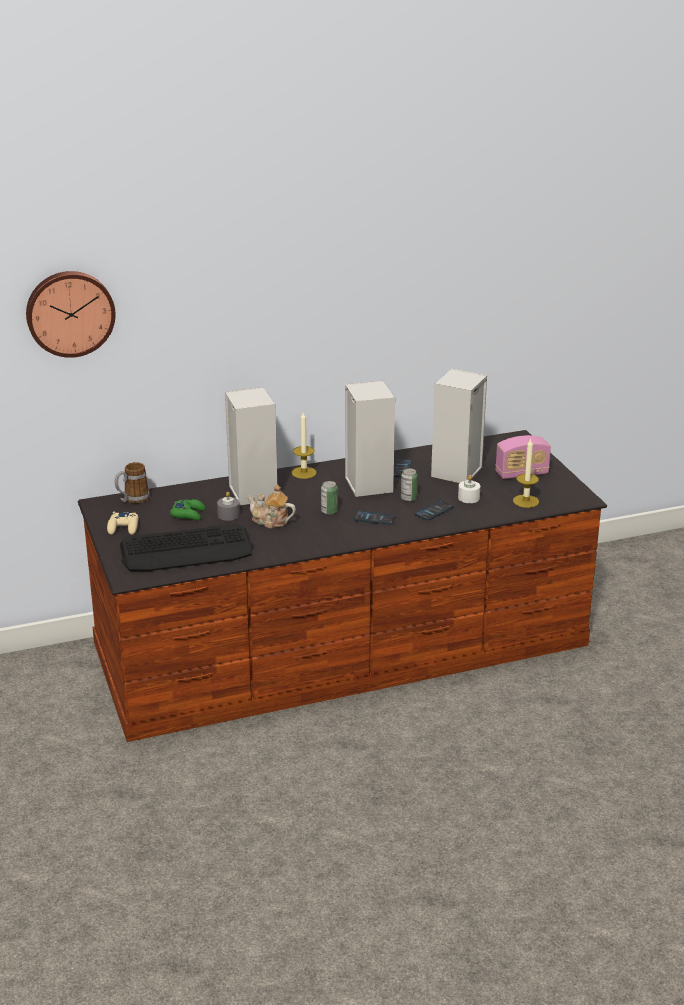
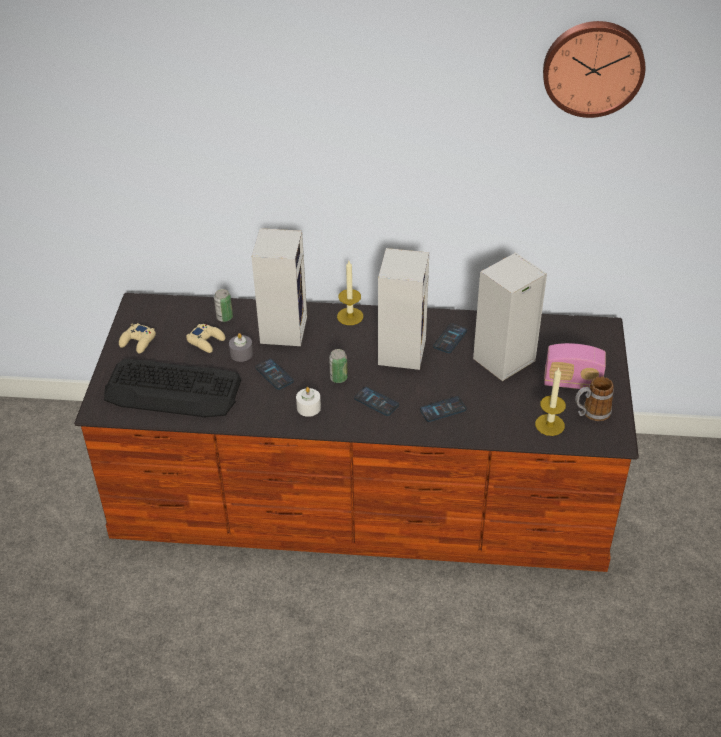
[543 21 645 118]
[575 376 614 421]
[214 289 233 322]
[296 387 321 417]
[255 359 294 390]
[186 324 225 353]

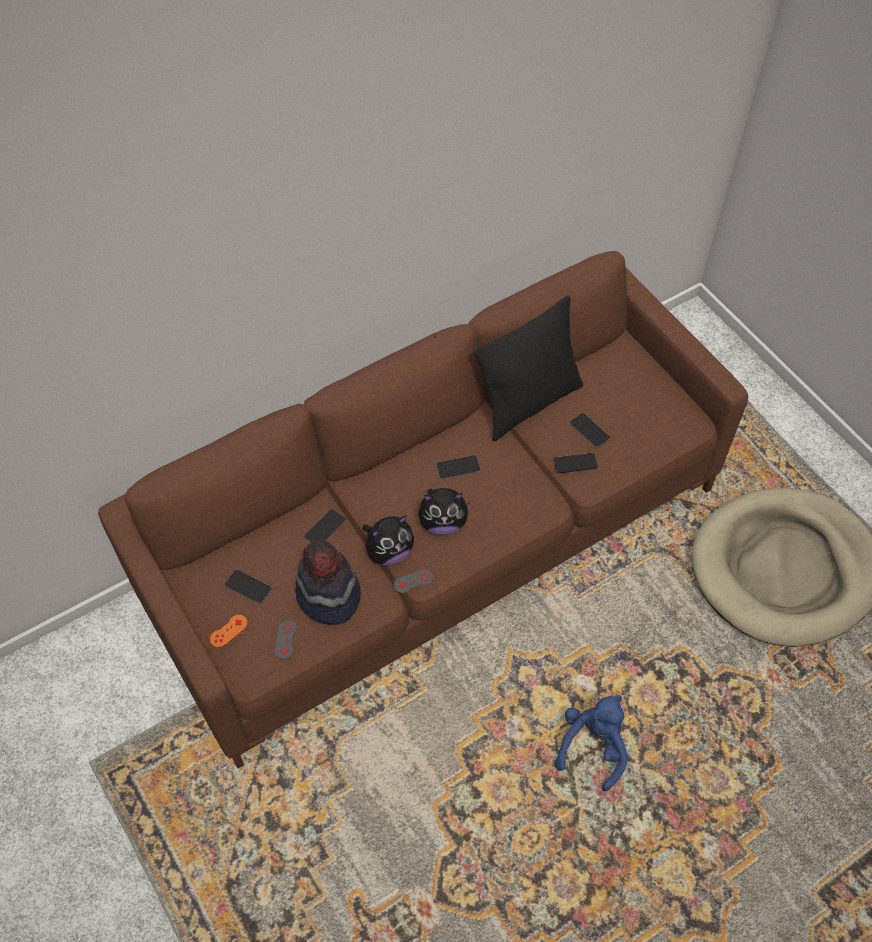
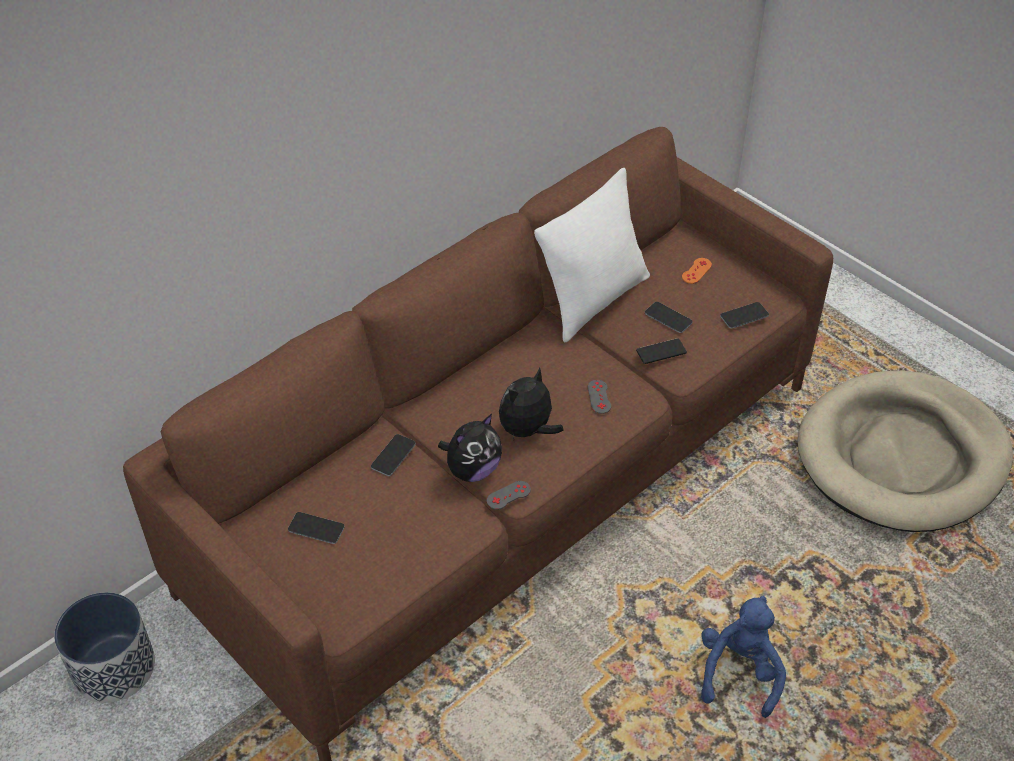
[534 168 650 342]
[720 302 769 329]
[499 368 564 443]
[295 540 361 625] (first image)
[682 258 712 284]
[588 380 611 414]
[54 592 155 703]

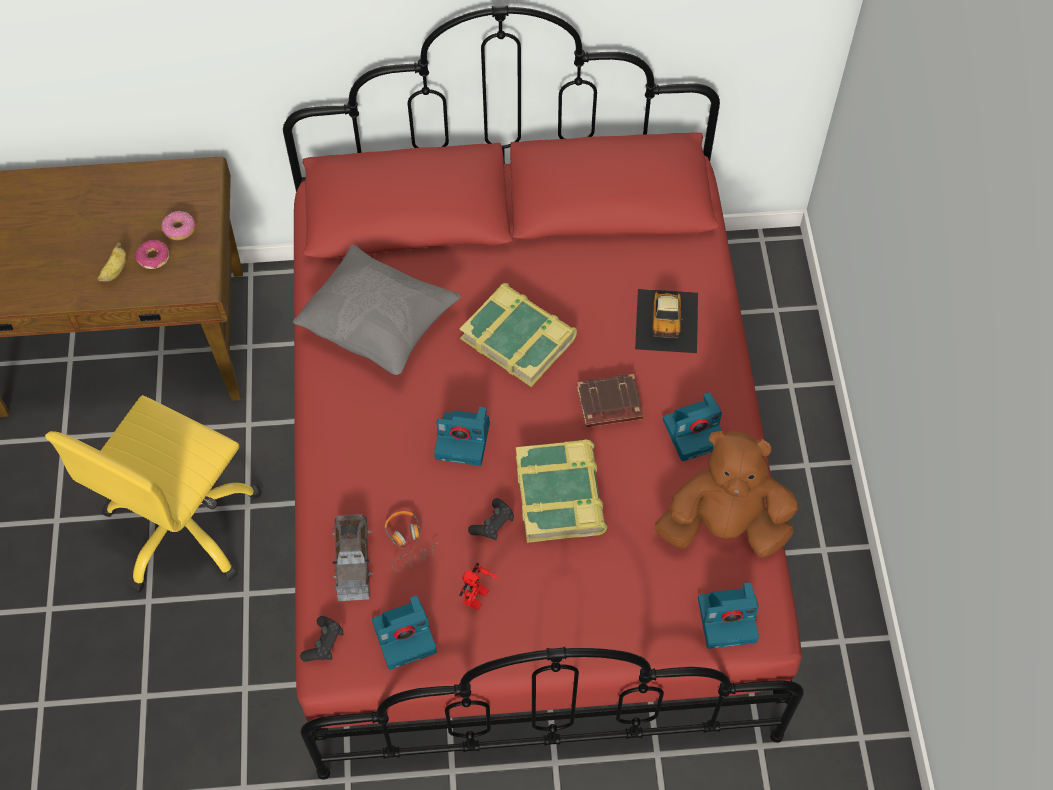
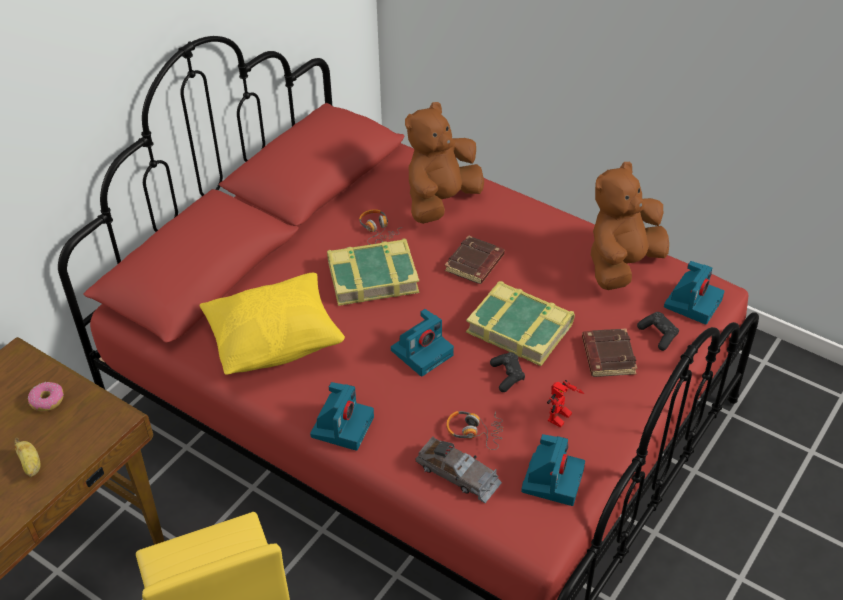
[136 240 169 269] (first image)
[199 272 345 375]
[405 102 484 224]
[310 382 374 451]
[547 380 584 428]
[637 312 679 351]
[359 209 402 245]
[582 328 638 377]

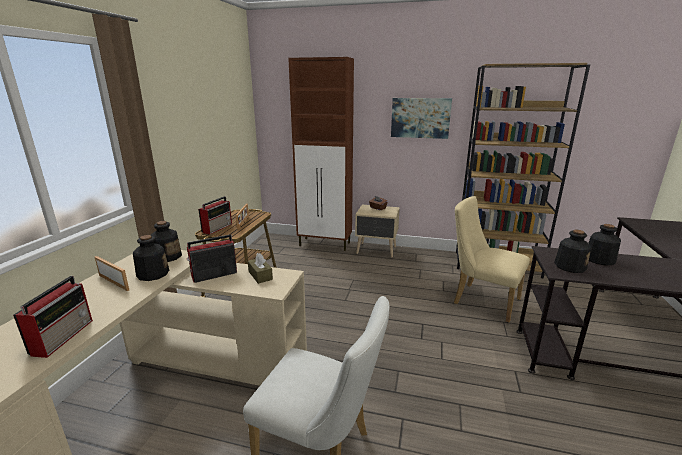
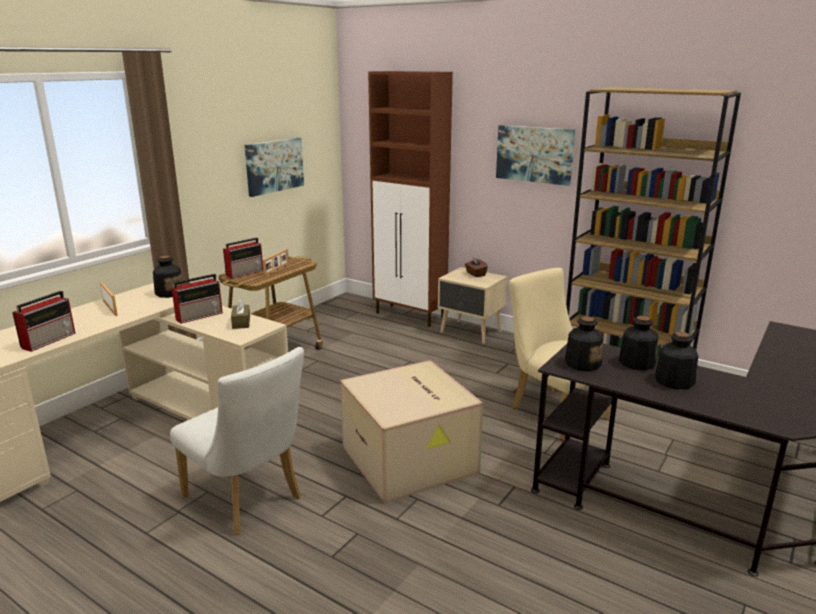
[171 274 223 324]
[655 332 698 390]
[245 138 304 197]
[340 360 483 503]

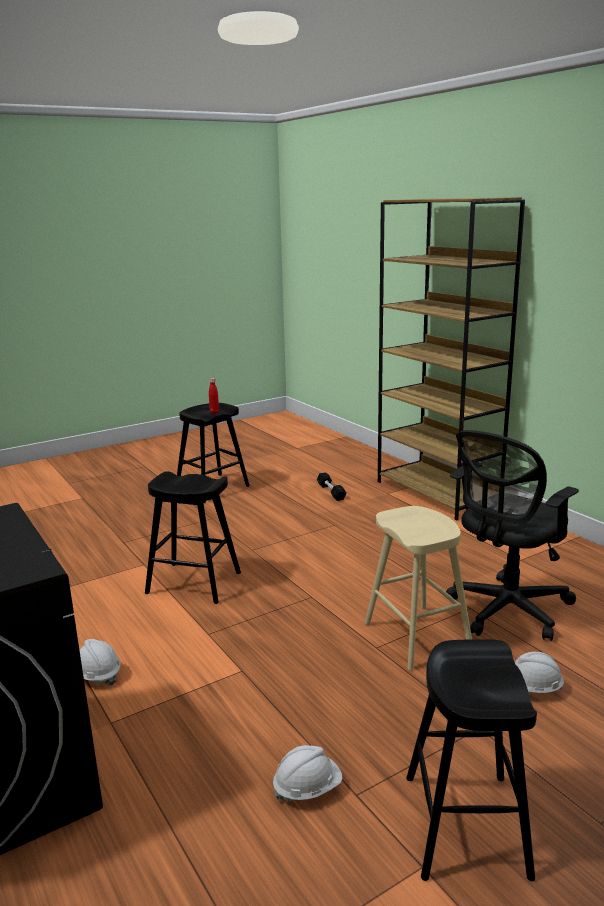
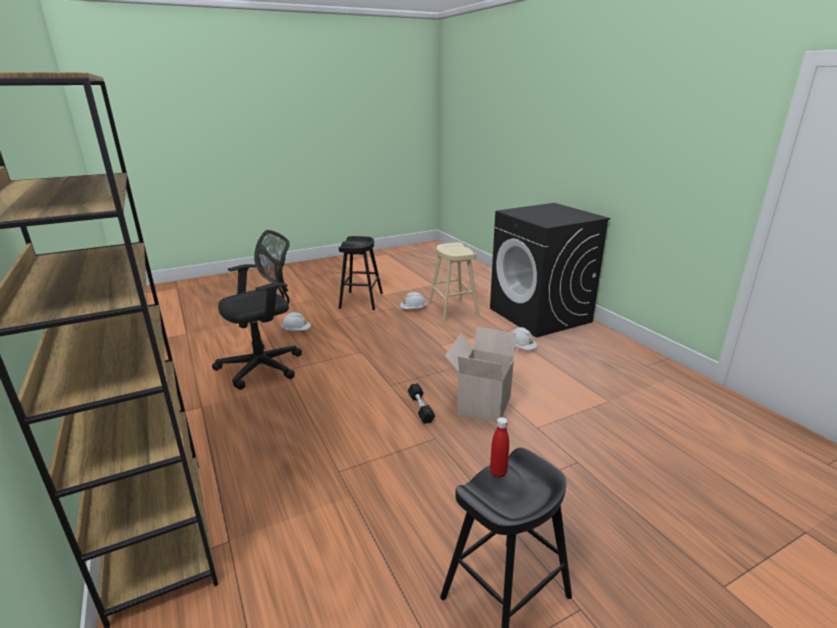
[445 327 522 423]
[408 383 435 424]
[428 242 479 322]

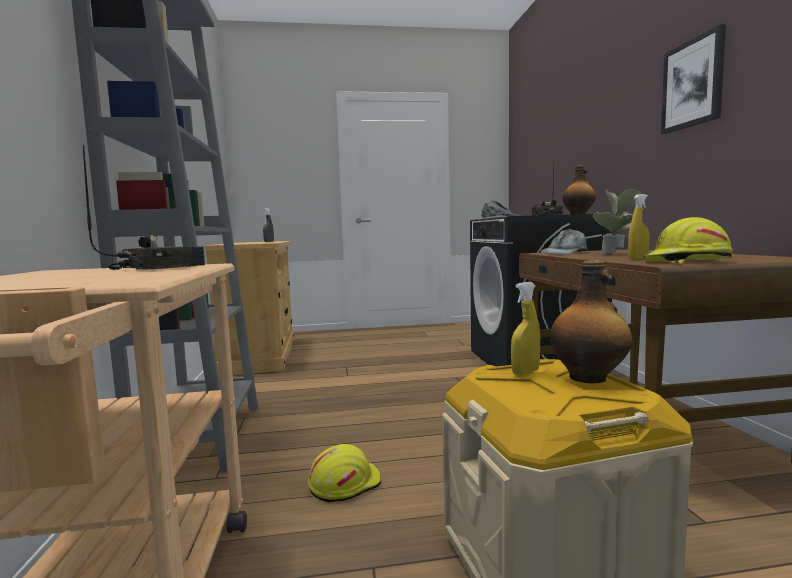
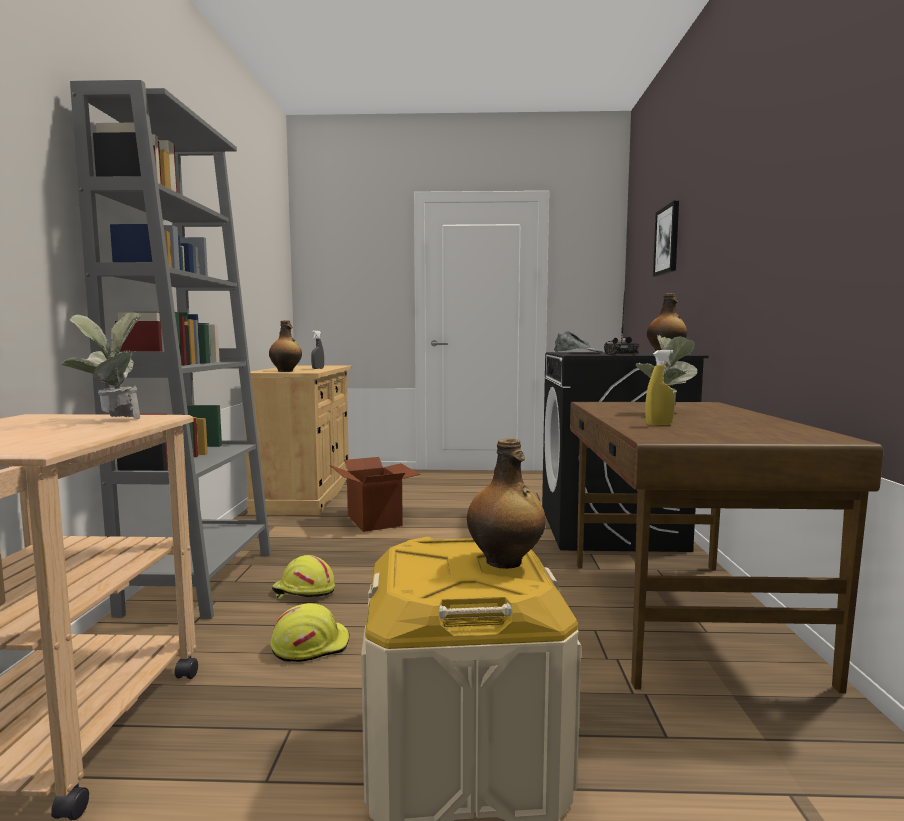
[653 200 679 277]
[61 312 141 419]
[272 555 335 599]
[541 229 587 255] (first image)
[511 282 540 376] (first image)
[269 320 302 372]
[330 457 420 532]

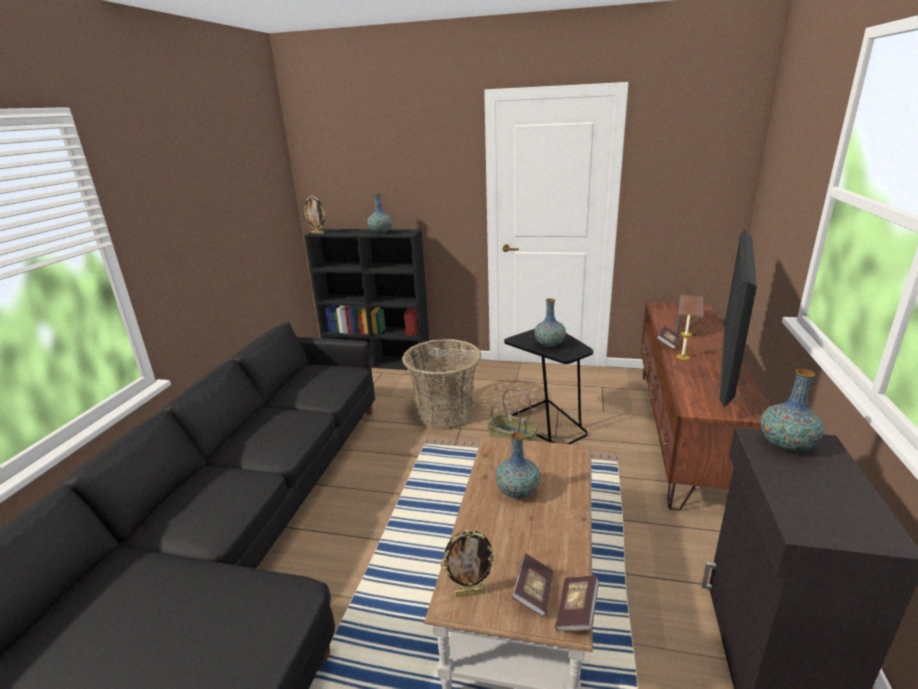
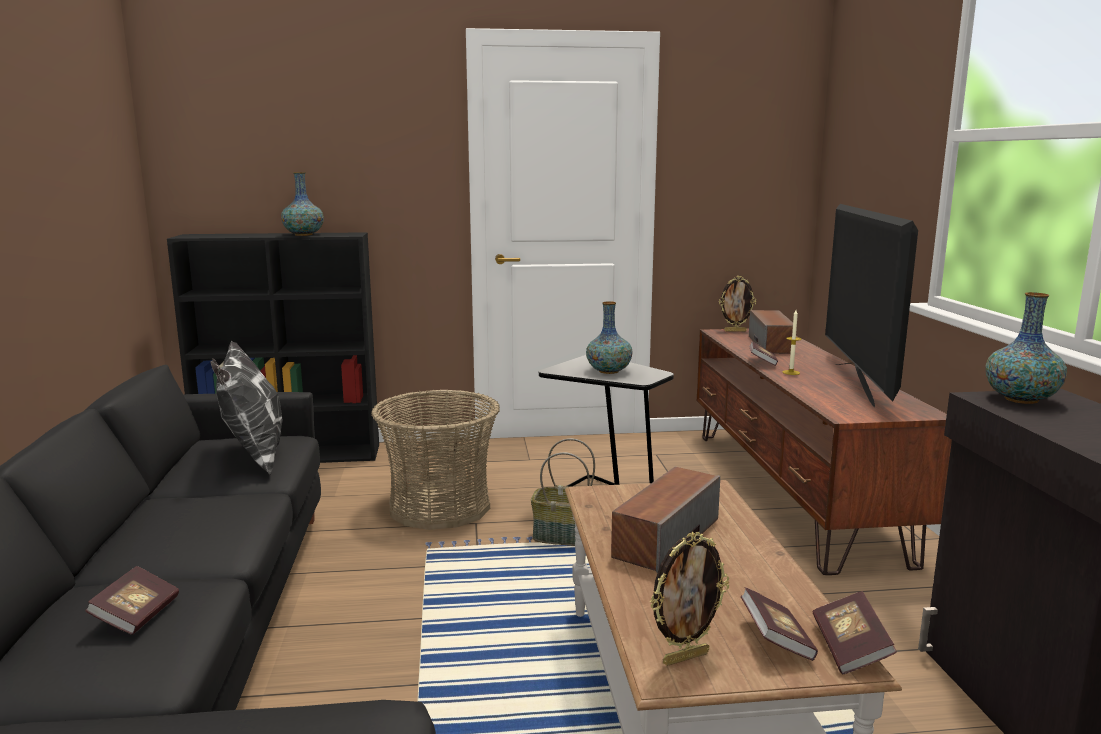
[719 276 756 332]
[611 467 720 573]
[210 341 283 476]
[85 566 179 635]

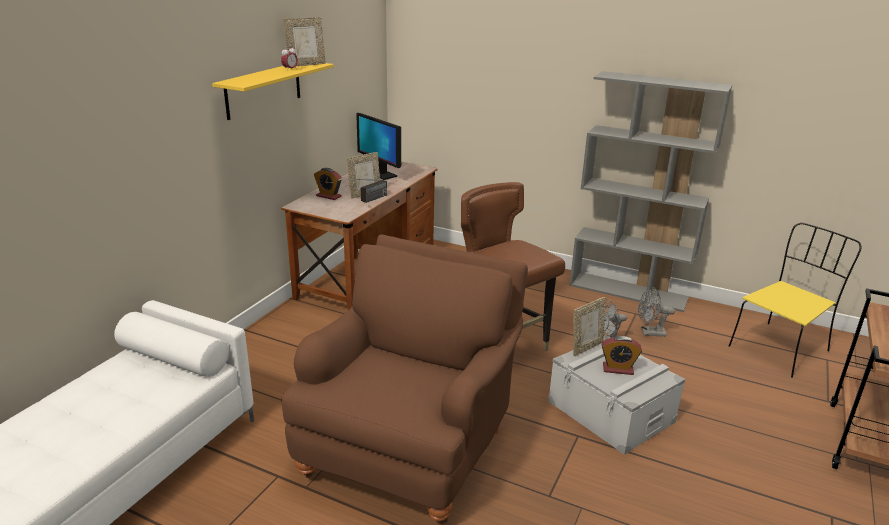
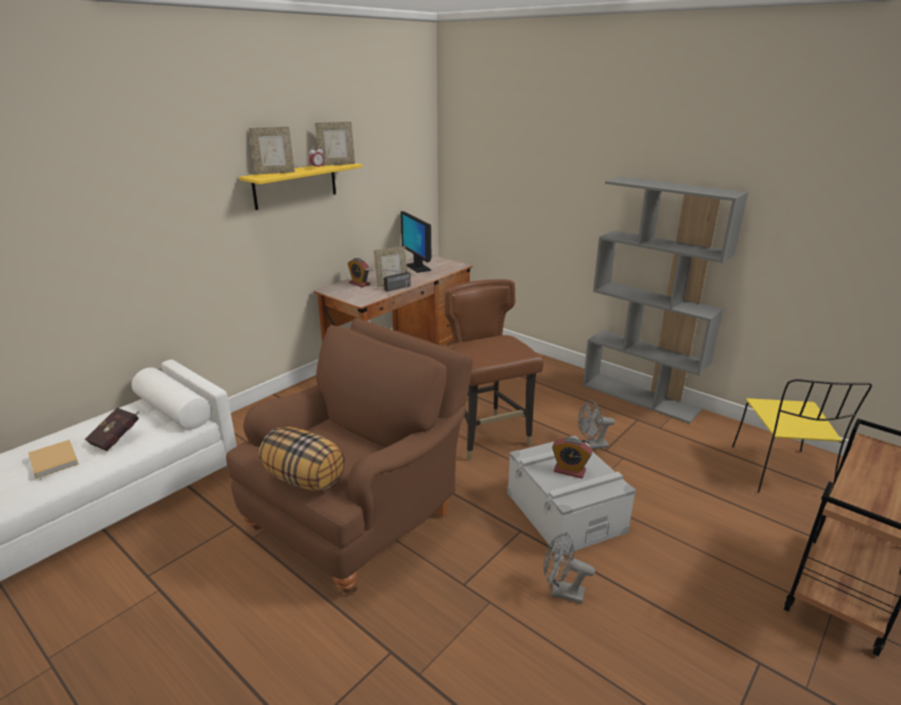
[732 379 872 493]
[543 532 595 604]
[249 127 295 175]
[85 408 139 451]
[259 427 345 491]
[28 440 79 478]

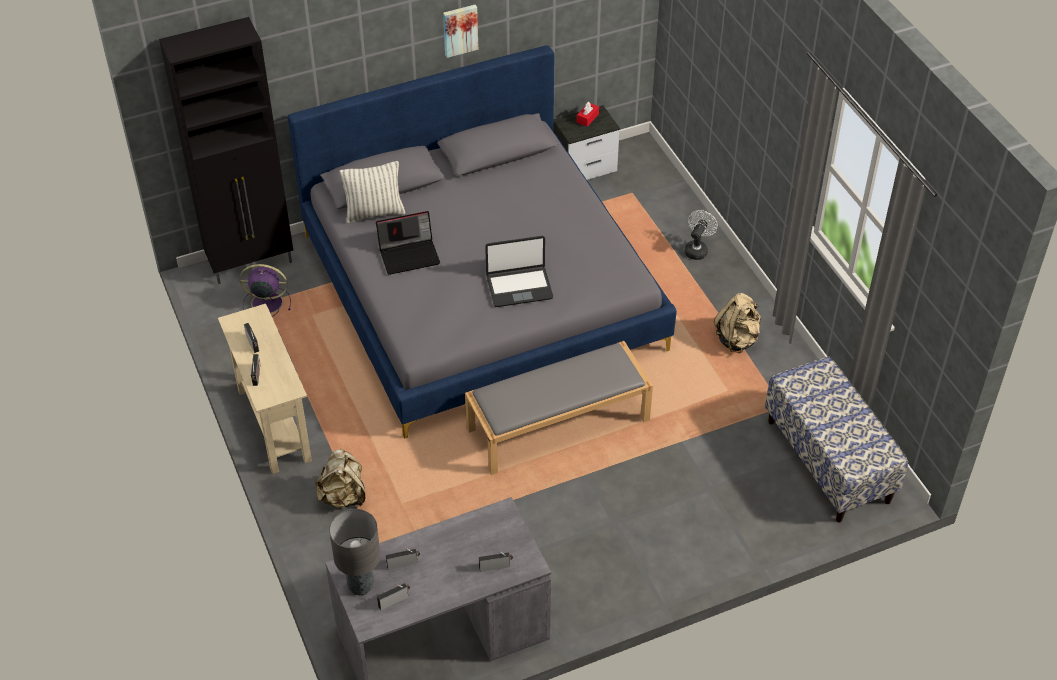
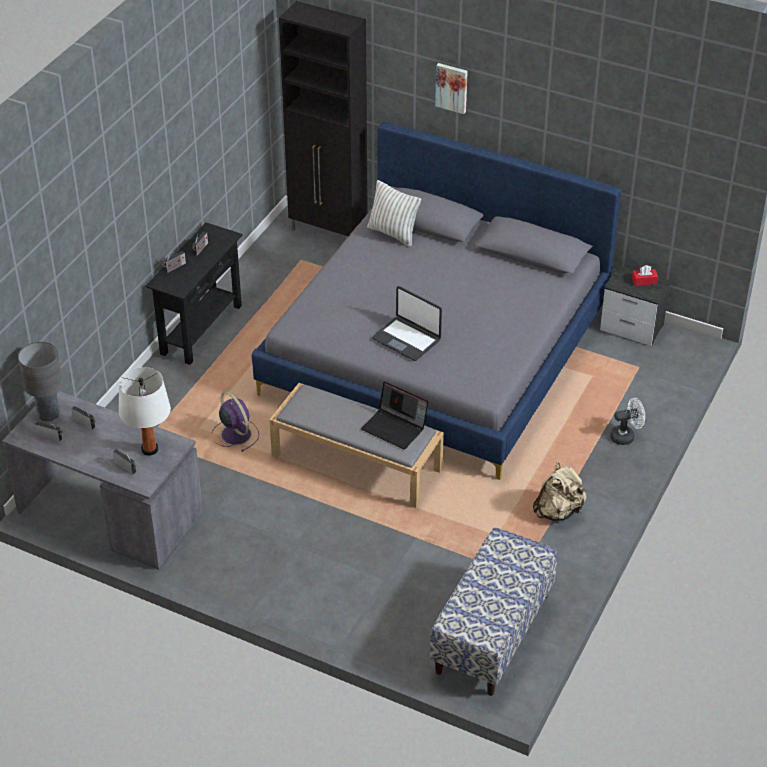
[435 63 468 114]
[361 382 428 449]
[212 392 259 452]
[145 223 242 365]
[316 449 365 509] (first image)
[119 367 171 456]

